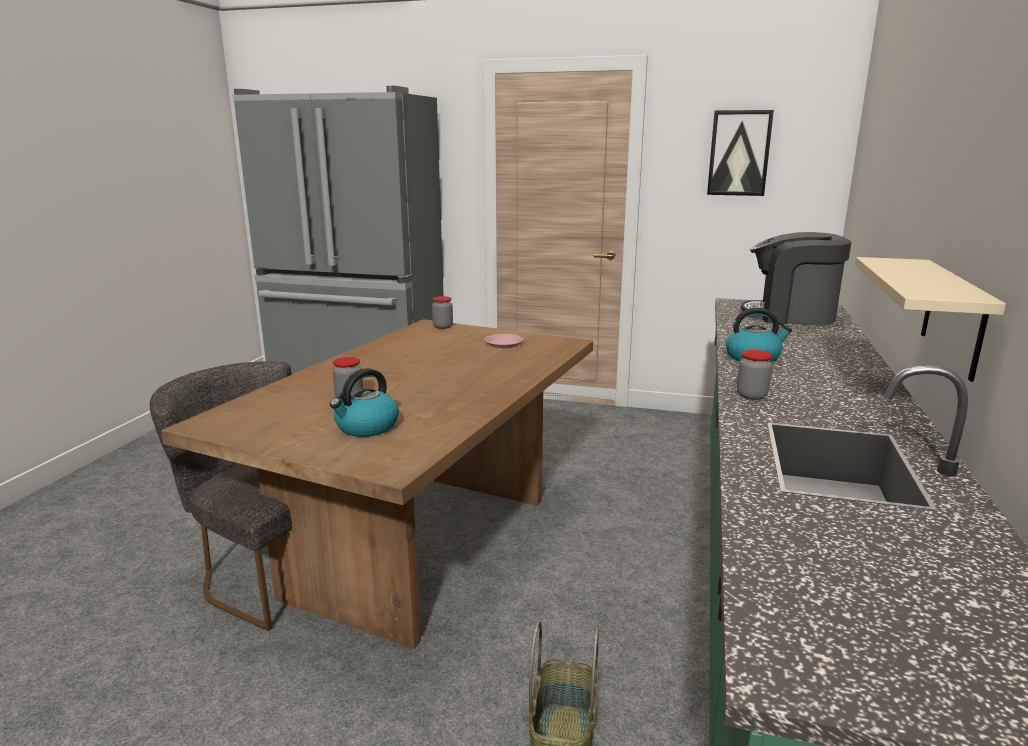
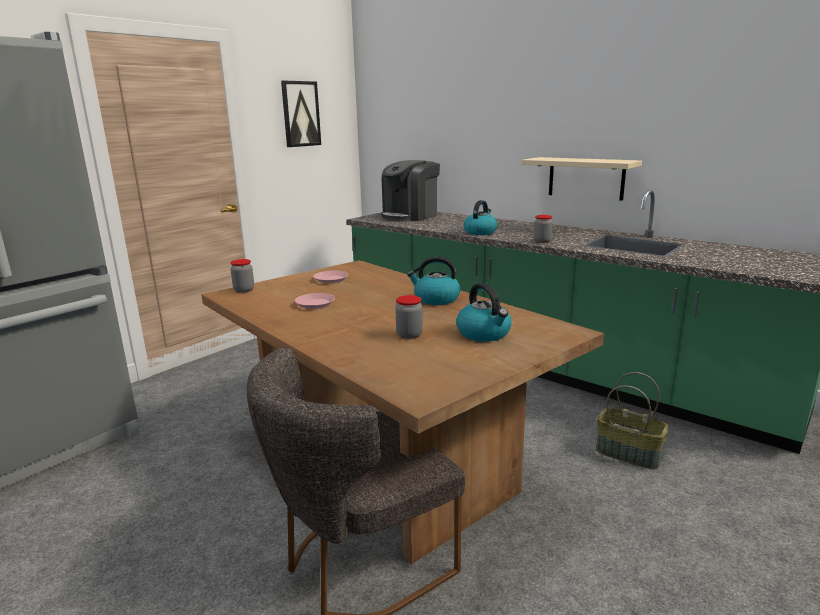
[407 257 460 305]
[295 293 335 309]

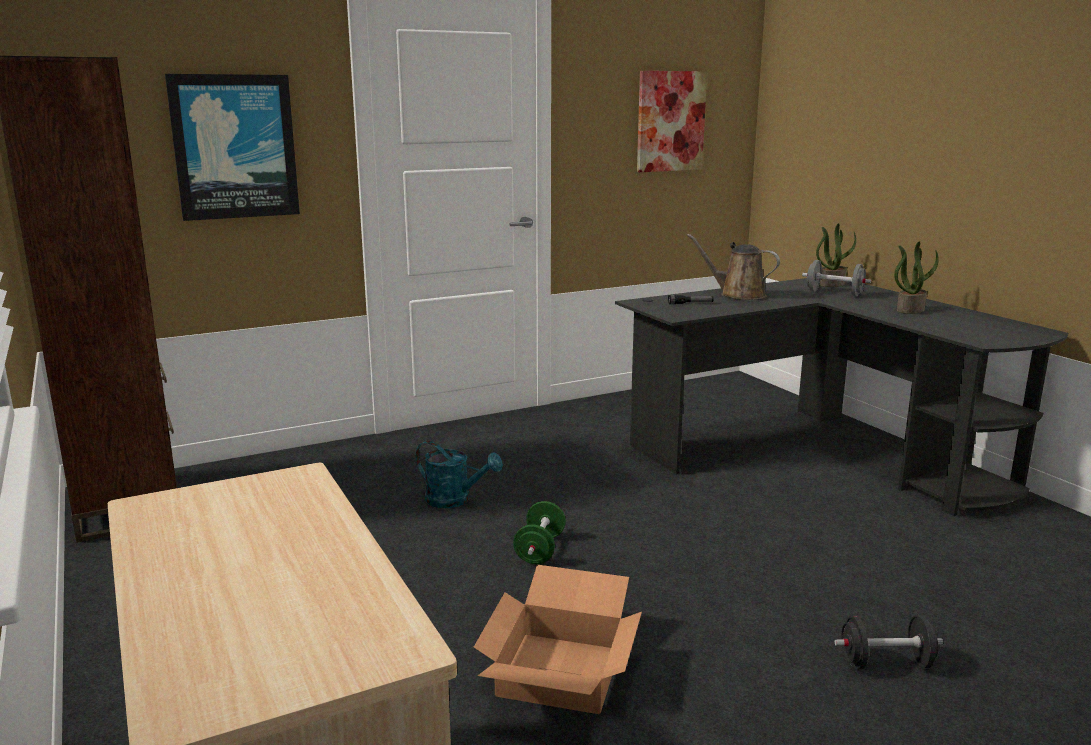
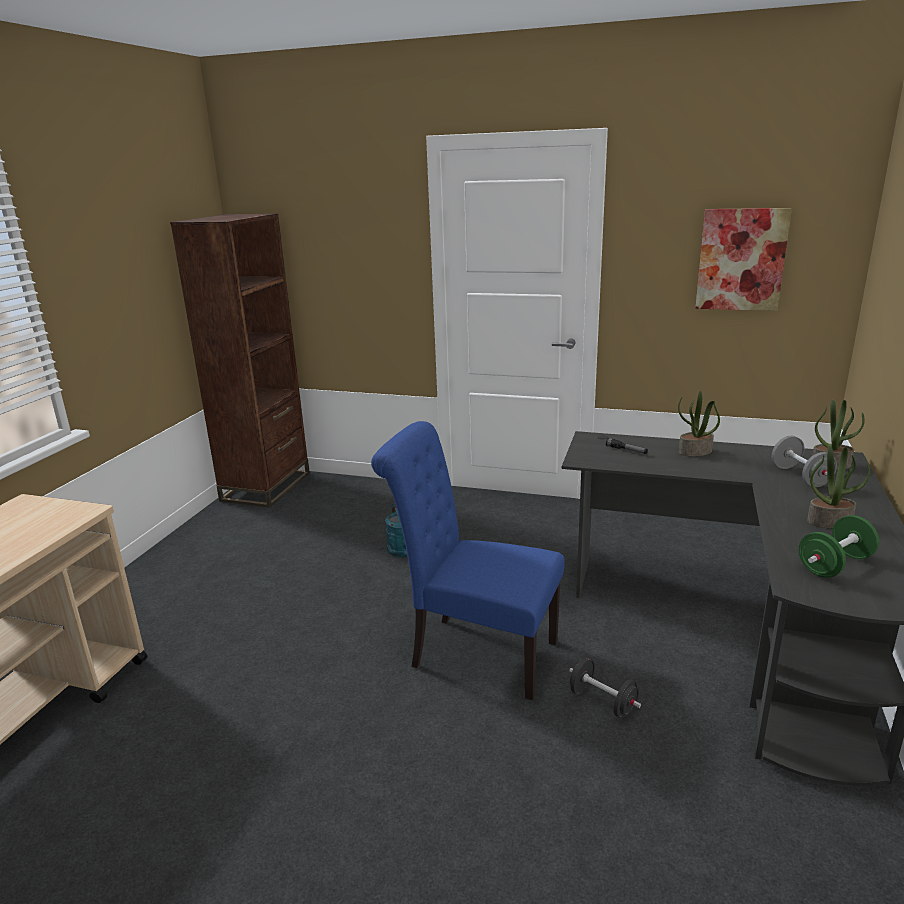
[165 74 300 221] (first image)
[678 391 720 457]
[799 515 879 578]
[474 565 642 714] (first image)
[569 658 641 718]
[371 421 565 700]

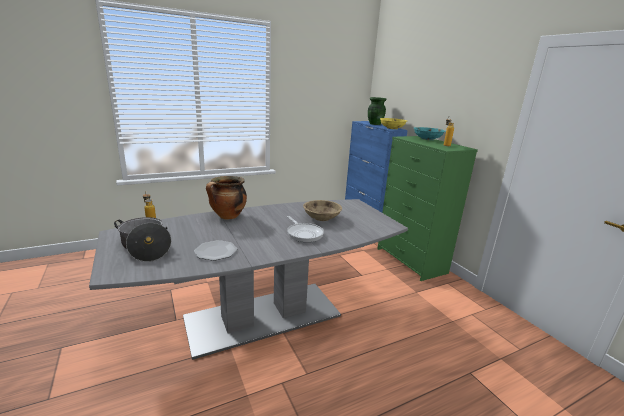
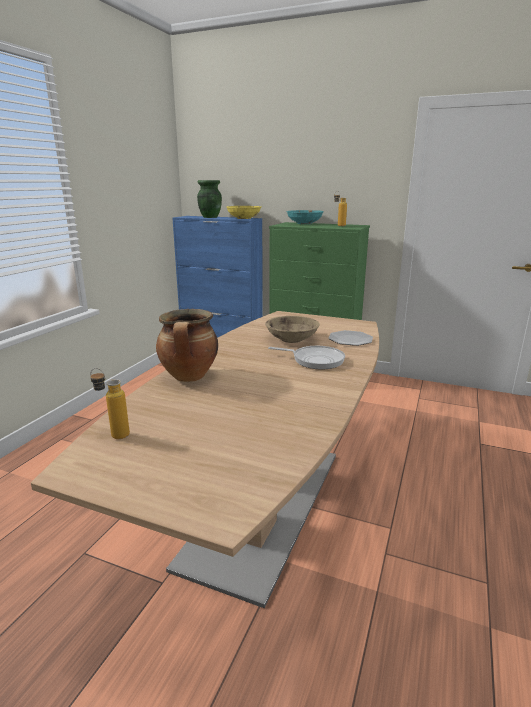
[31 311 379 608]
[114 217 171 262] (first image)
[329 330 373 346]

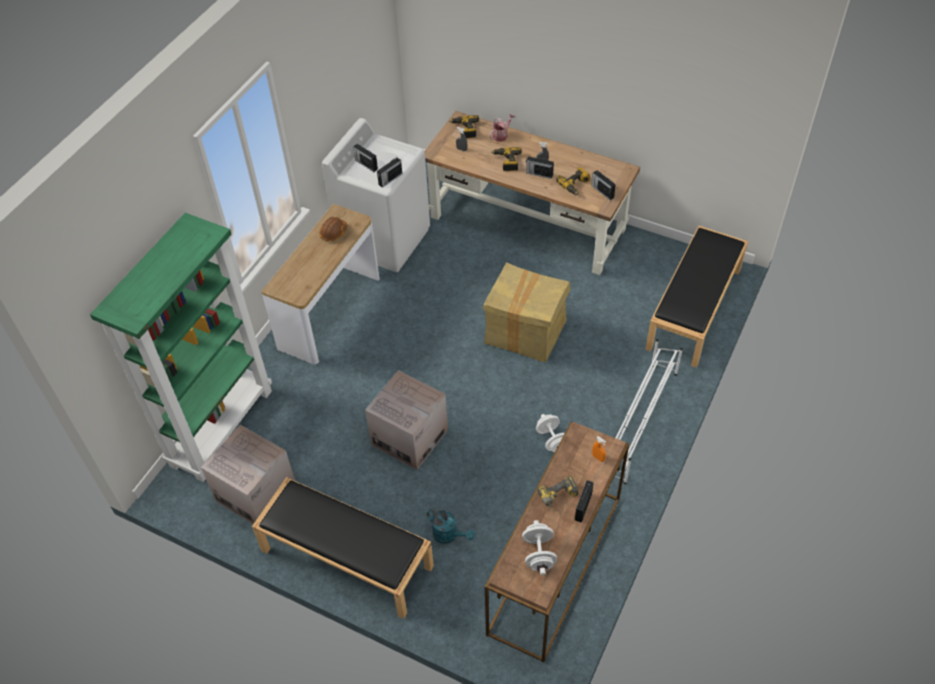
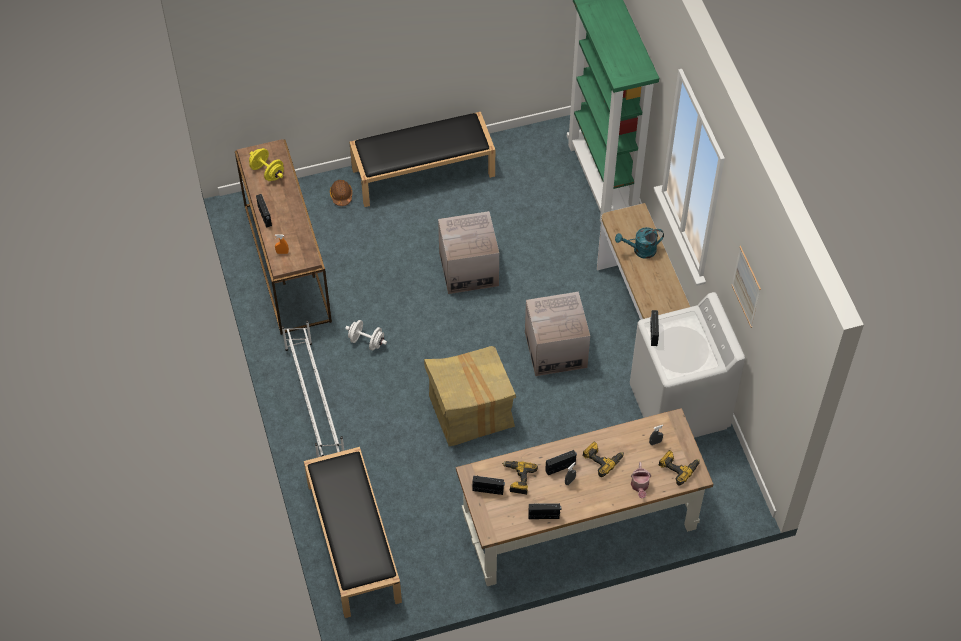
[528 503 561 519]
[330 180 352 206]
[525 292 590 376]
[537 476 579 512] (first image)
[615 227 664 259]
[249 148 284 181]
[732 246 761 328]

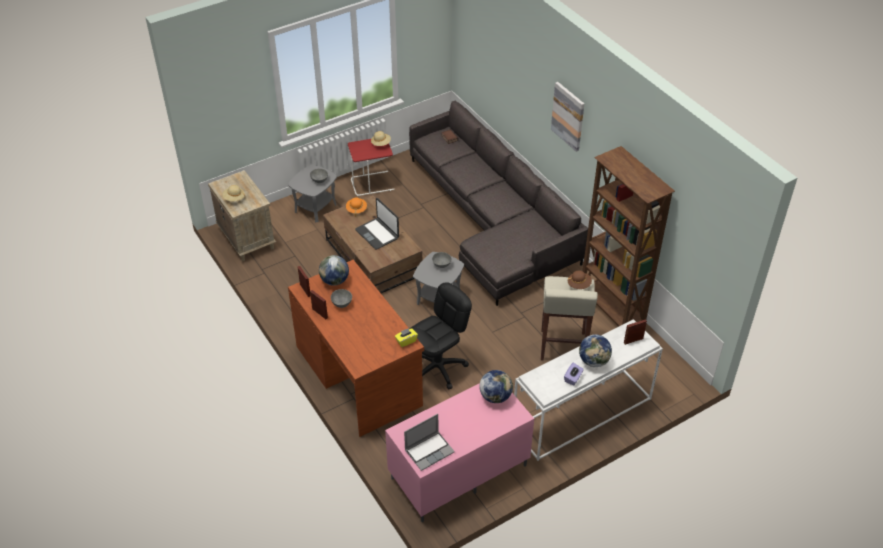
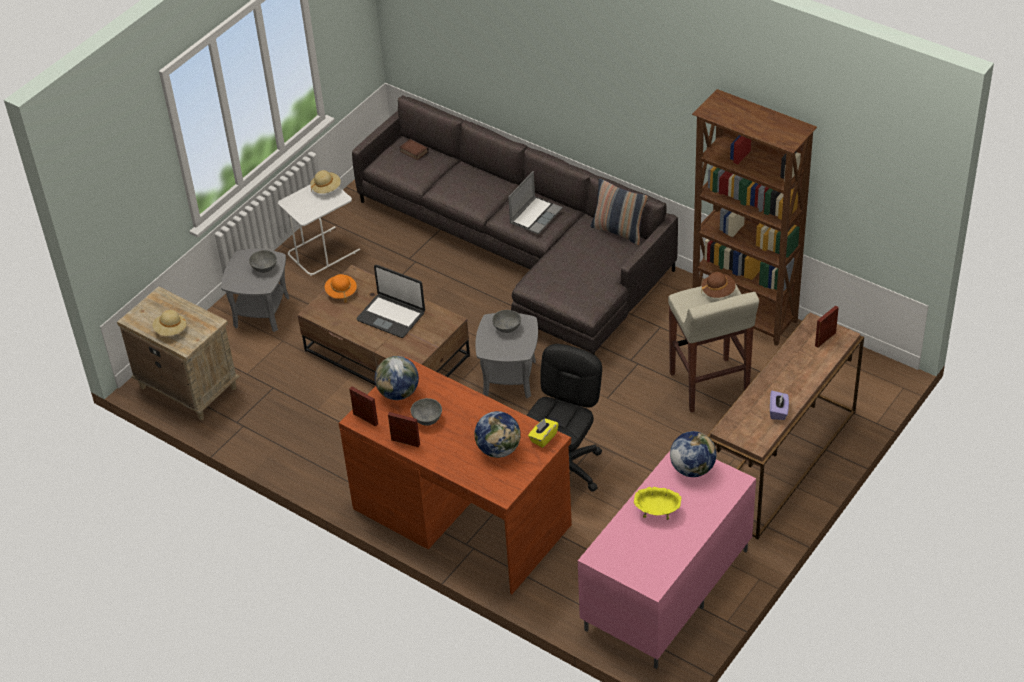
[551 82 584 152] (first image)
[278 185 360 276]
[707 313 864 540]
[475 411 520 458]
[508 171 562 234]
[591 179 648 245]
[634 487 681 520]

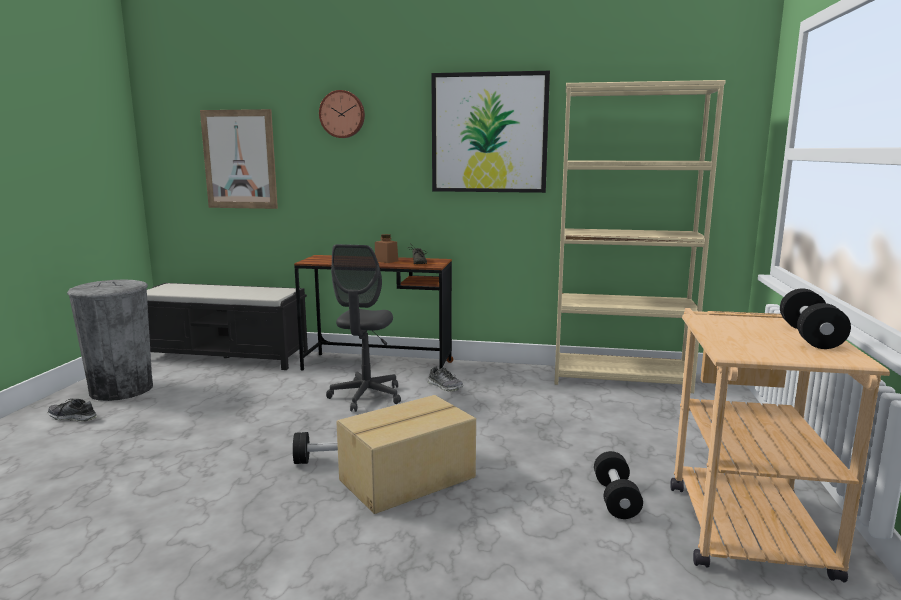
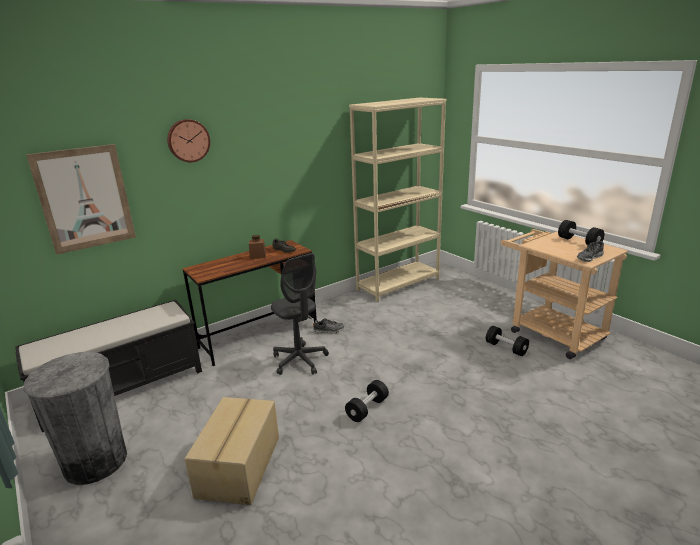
[431 71 550 193] (first image)
[184 397 279 505]
[577 241 604 262]

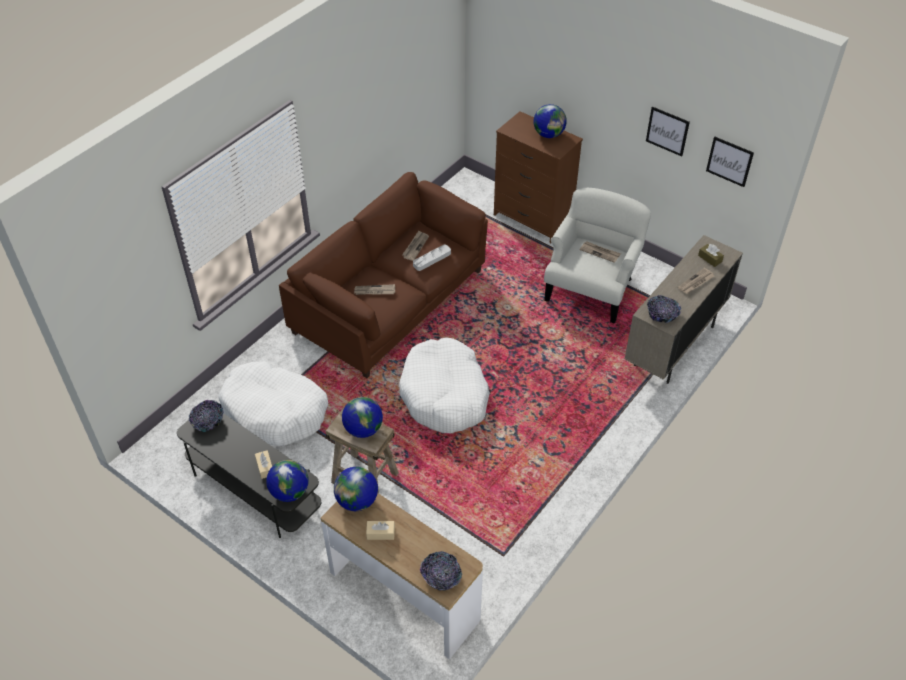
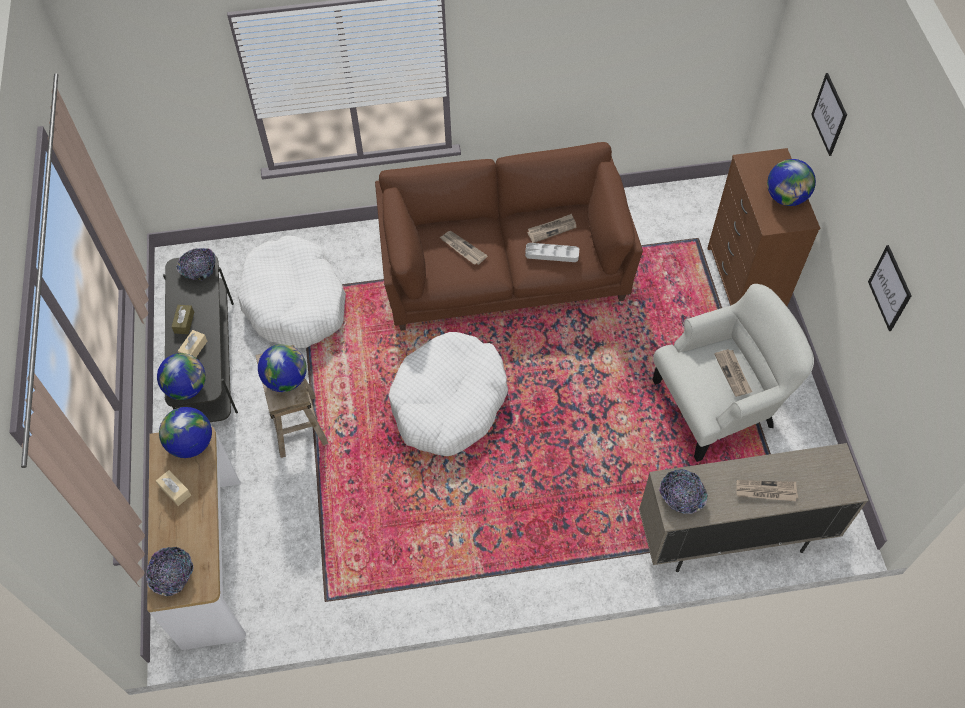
[811 73 847 156]
[172 305 194 334]

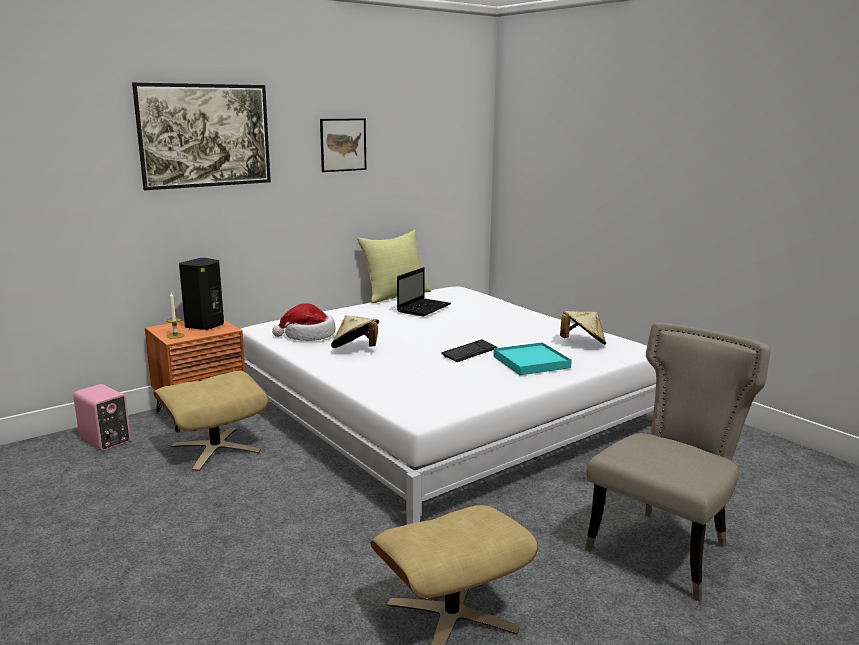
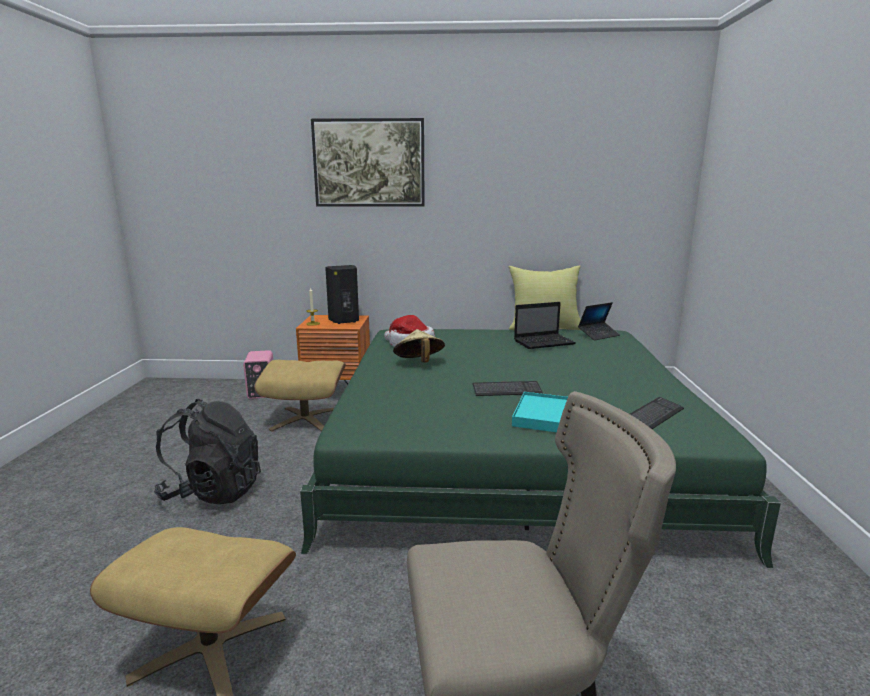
[320 118 367 172] (first image)
[300 329 781 568]
[630 397 684 429]
[578 302 620 340]
[154 399 261 504]

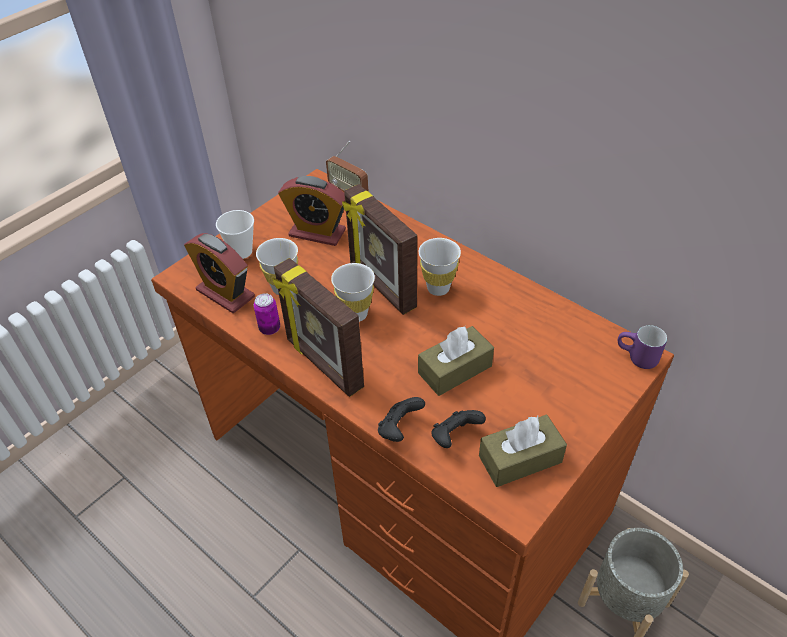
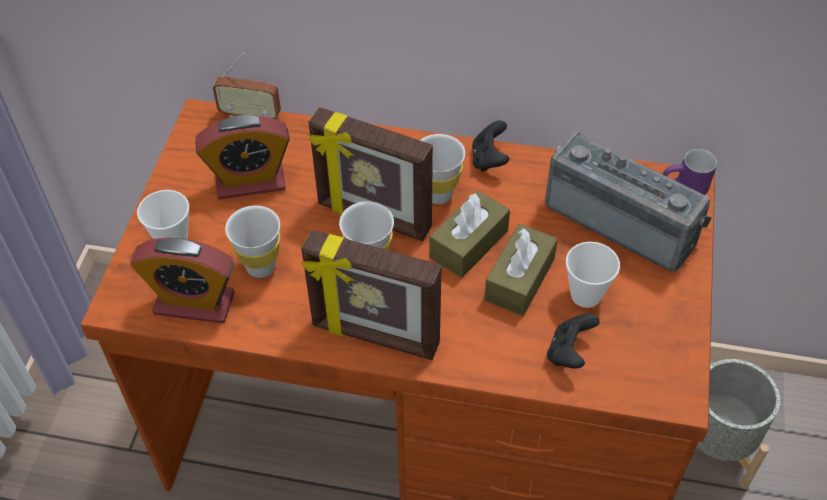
[254 293 280 335] (first image)
[472 120 509 172]
[429 190 510 278]
[545 132 712 272]
[566 242 620 308]

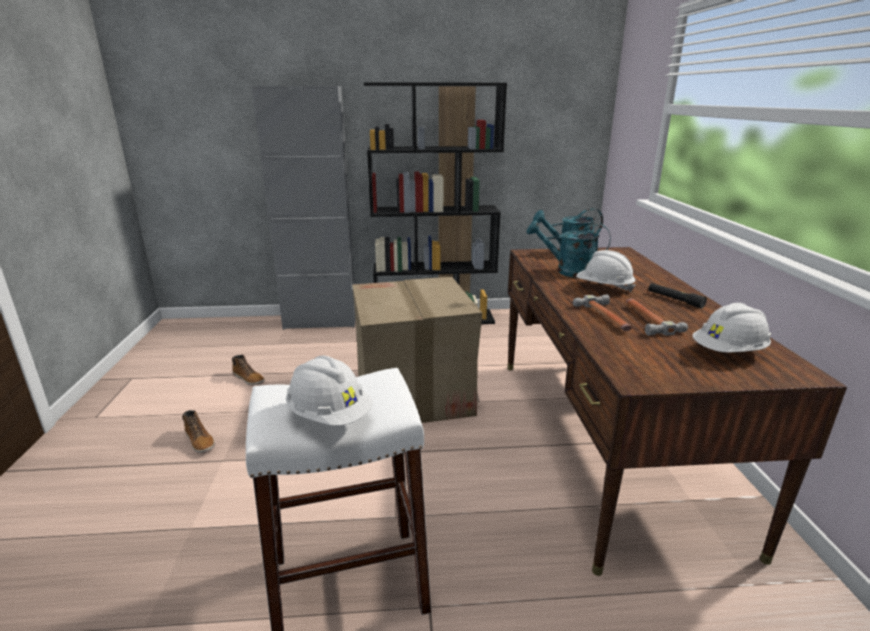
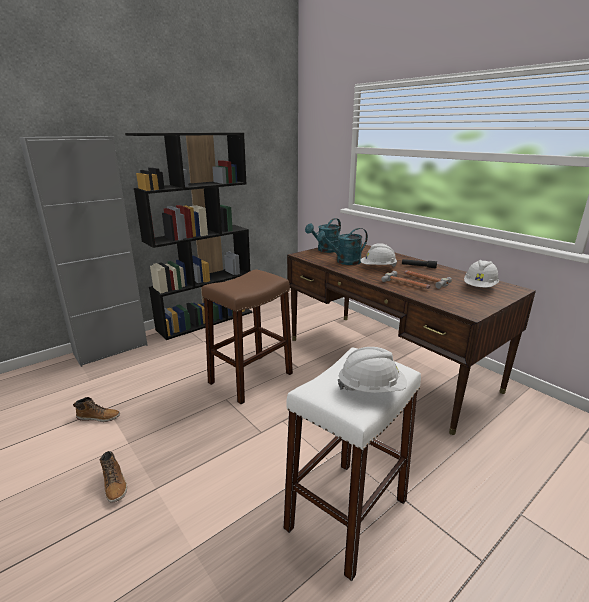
[202 269 293 404]
[100 451 127 503]

